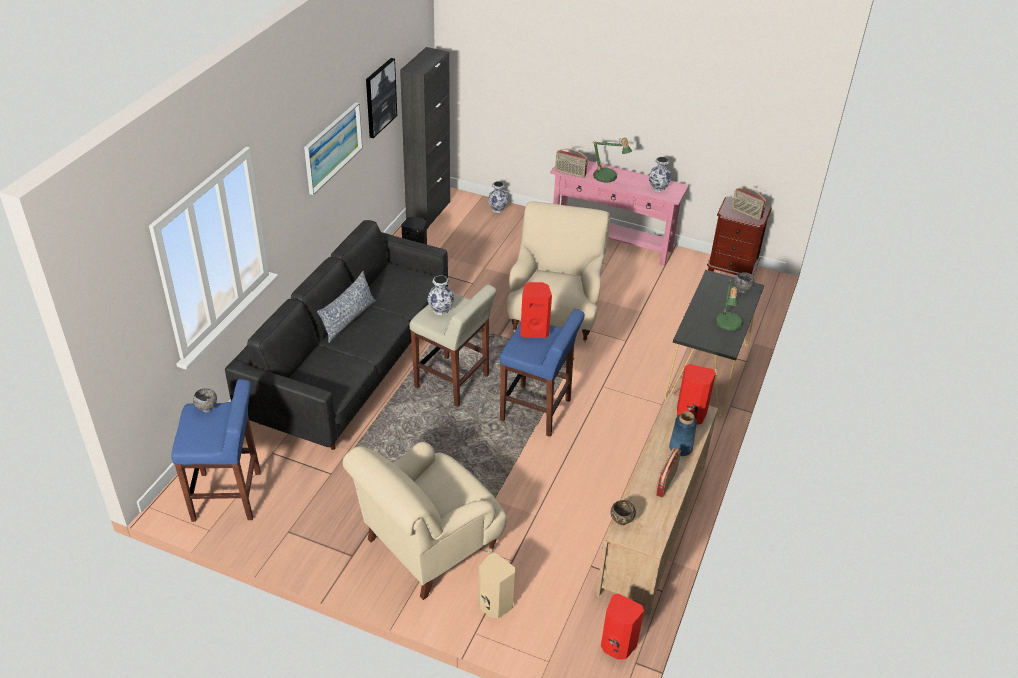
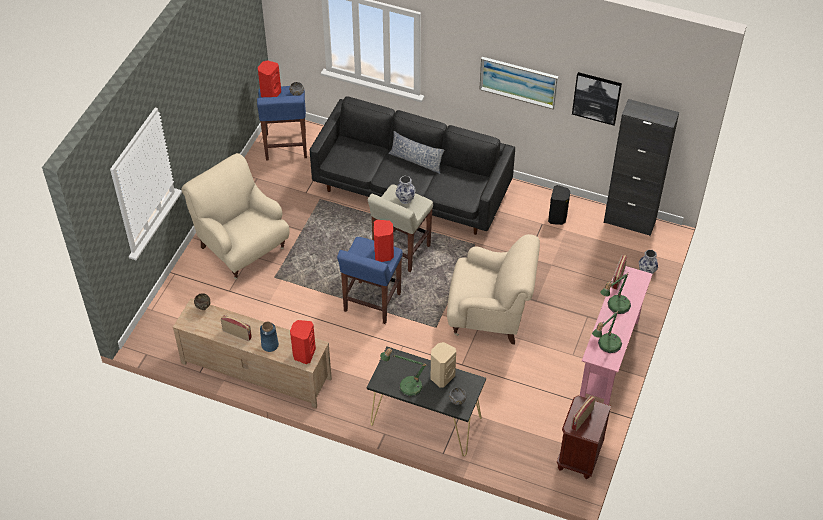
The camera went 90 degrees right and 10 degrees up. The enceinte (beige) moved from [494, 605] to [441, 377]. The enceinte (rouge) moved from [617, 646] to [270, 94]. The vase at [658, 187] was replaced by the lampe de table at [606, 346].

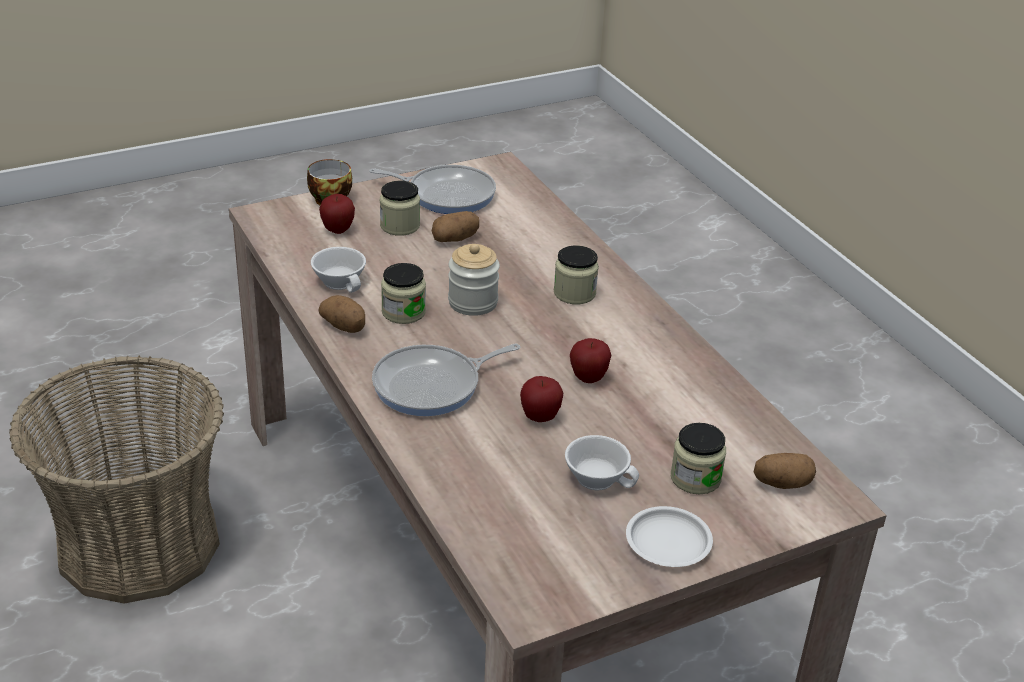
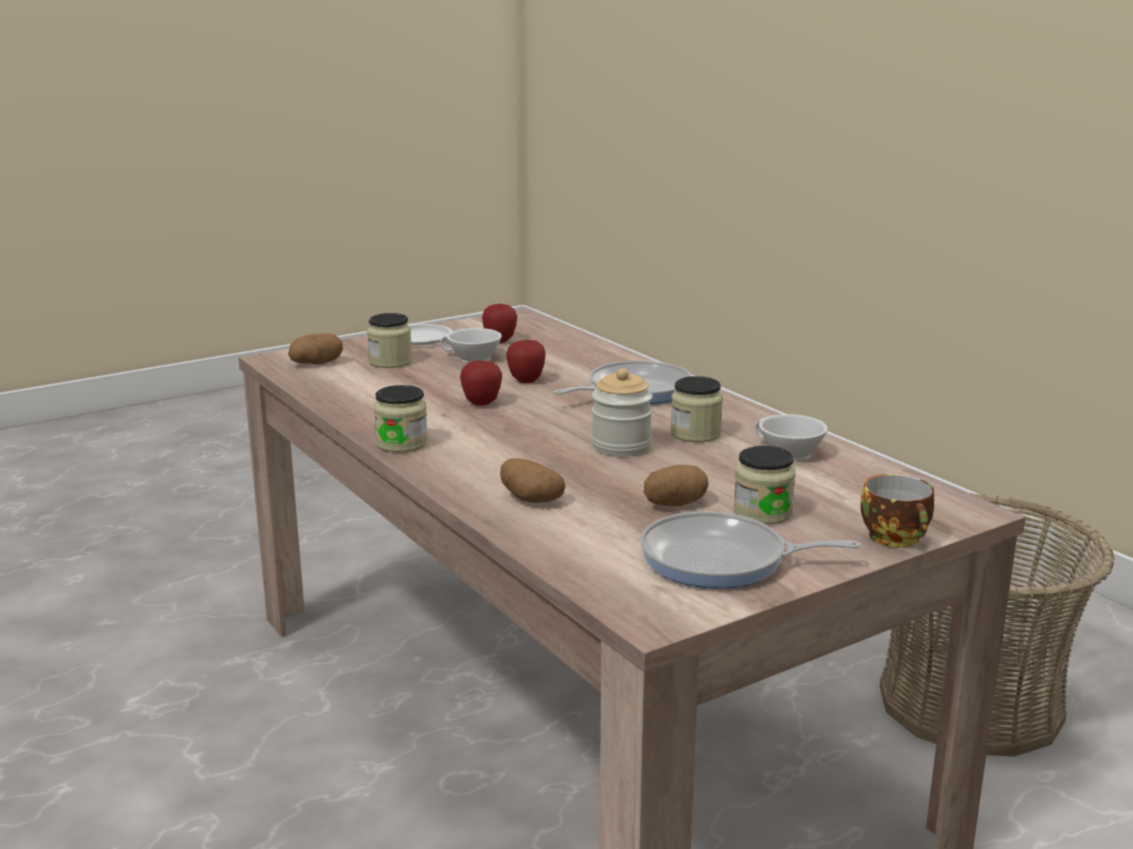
The camera went 175 degrees right and 15 degrees down. The pomme de terre moved from [344, 326] to [530, 499]. The pomme moved from [337, 230] to [500, 341]. The bocal moved from [574, 293] to [402, 444].

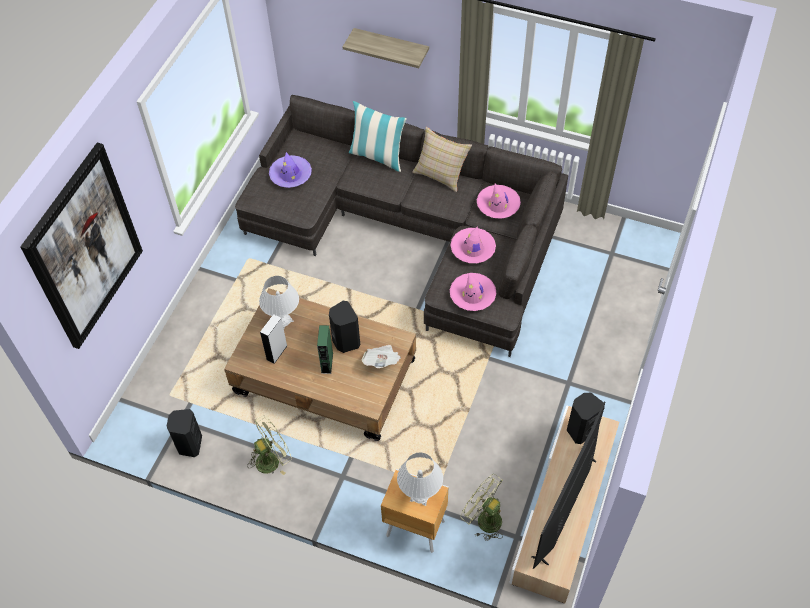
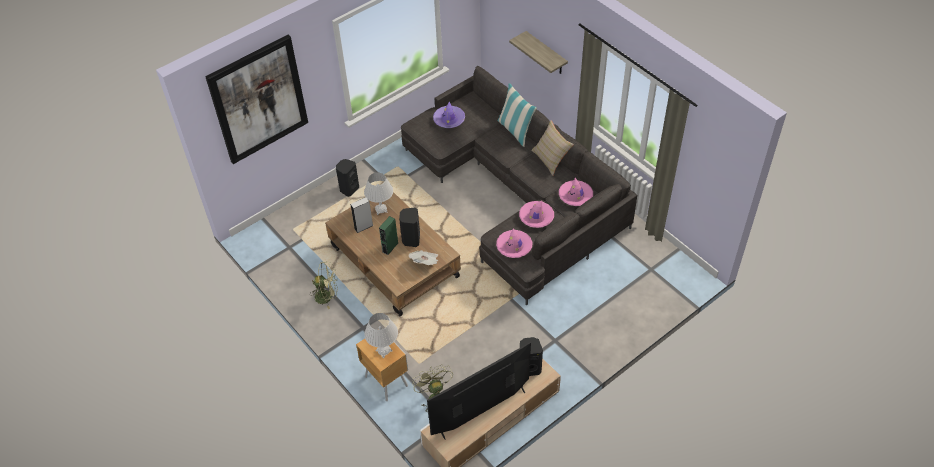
The camera went 30 degrees right and 5 degrees down. The enceinte (noir) moved from [189, 445] to [349, 189].

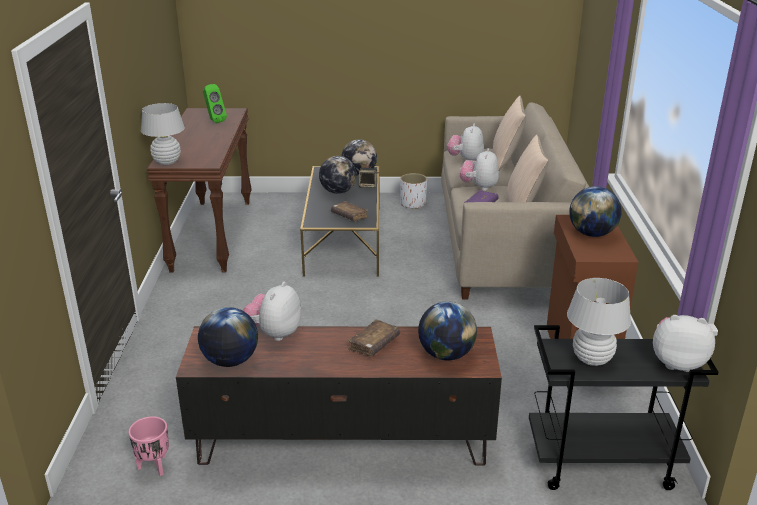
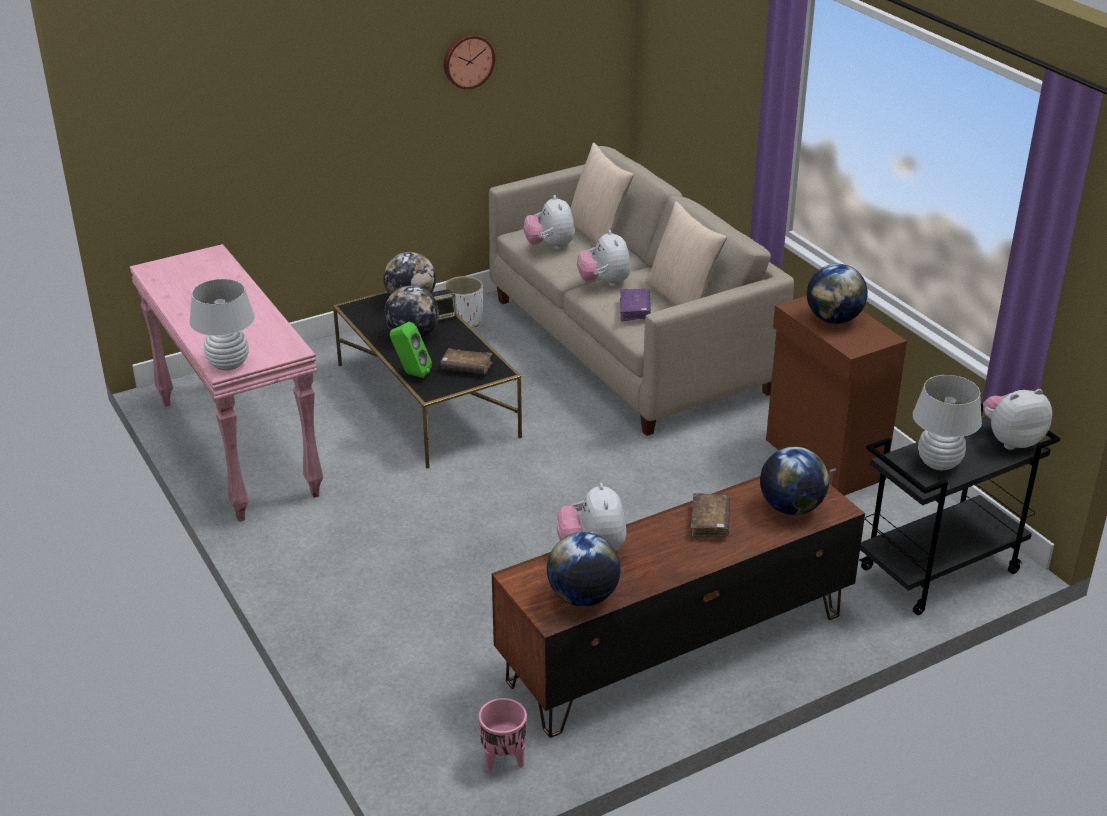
The camera went 30 degrees left and 5 degrees up. The table console (marron) at [211, 234] became the table console (rose) at [236, 448]. The enceinte (vert) moved from [214, 121] to [411, 374]. The horloge murale at [468, 60] appeared.

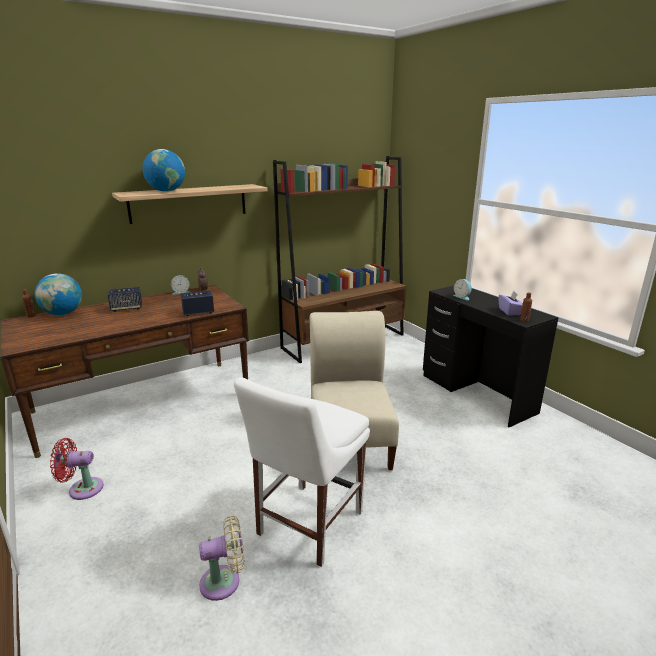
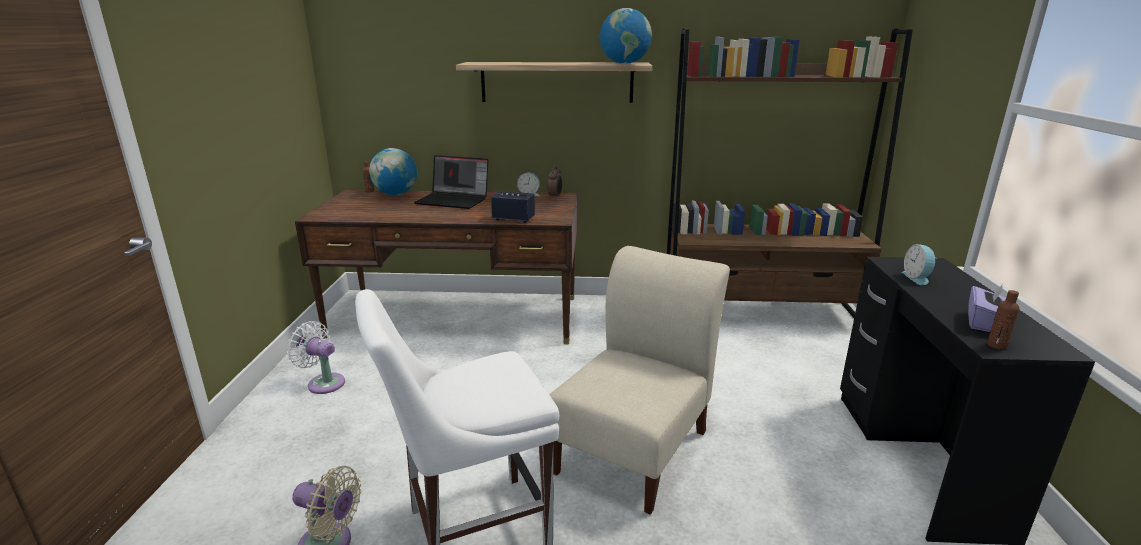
The camera went 35 degrees right and 0 degrees up. The ventilateur (rouge) at [82, 489] became the ventilateur (blanc) at [323, 382]. The enceinte at [127, 308] was replaced by the ordinateur portable at [454, 200]. The globe moved from [166, 191] to [624, 63].

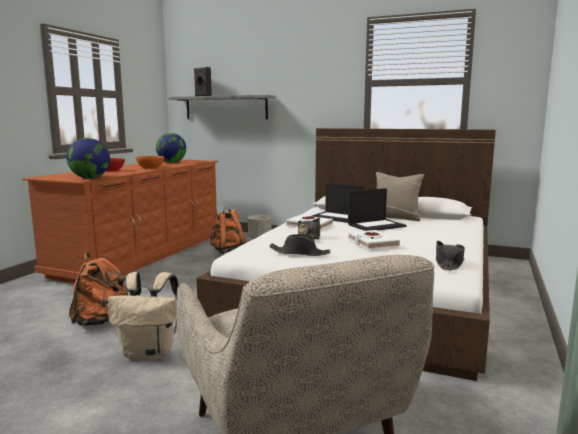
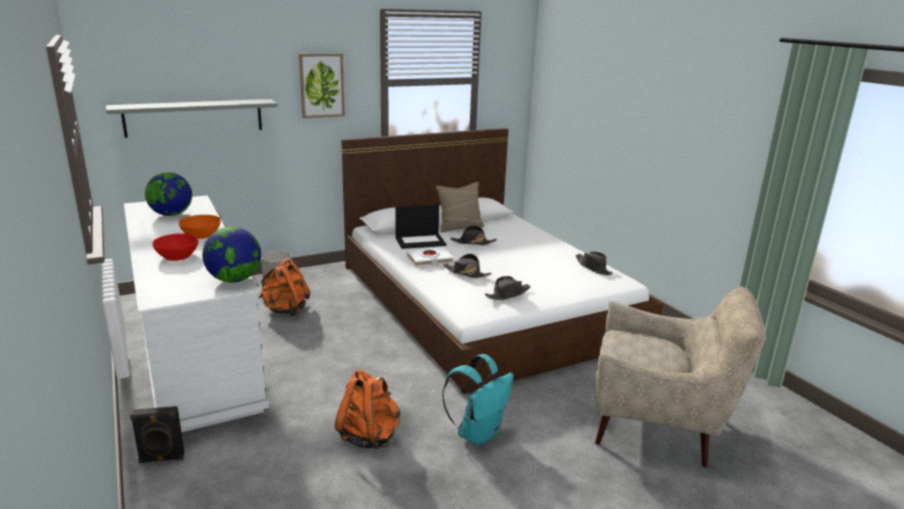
The camera went 50 degrees left and 10 degrees up. The commode (marron) at [143, 254] became the commode (blanc) at [196, 352]. The sac à dos (beige) at [150, 354] became the sac à dos (turquoise) at [478, 433]. The enceinte (noir) moved from [202, 96] to [161, 459]. The livre (blanc) at [372, 243] disappeared. The ordinateur portable at [376, 225] was replaced by the chapeau (noir) at [473, 242]. The tableau at [321, 85] appeared.

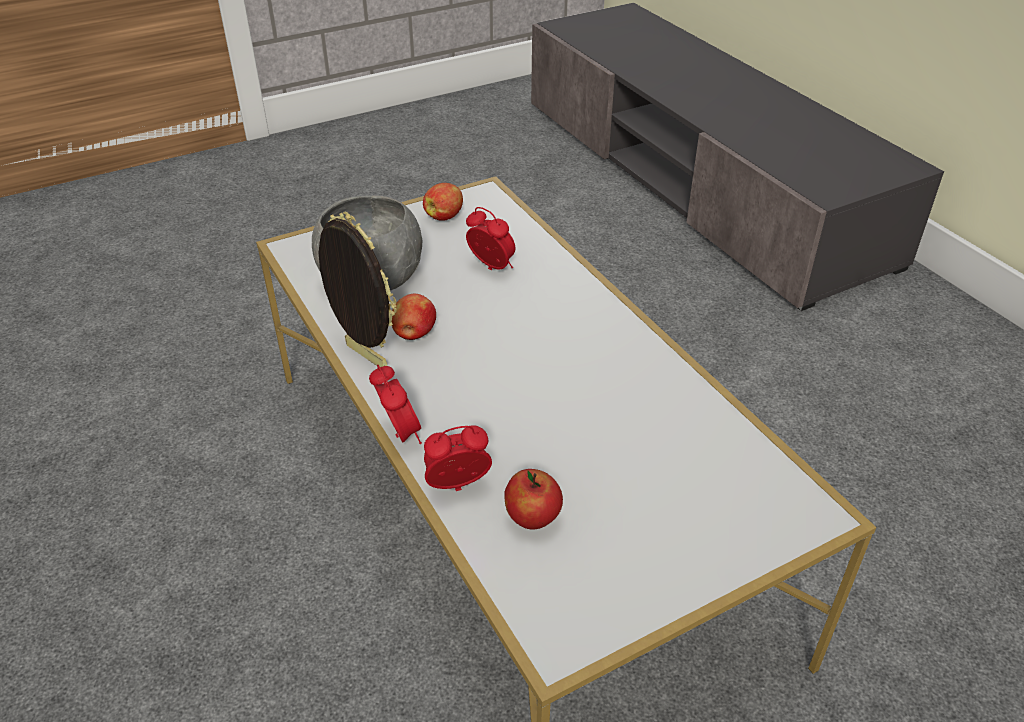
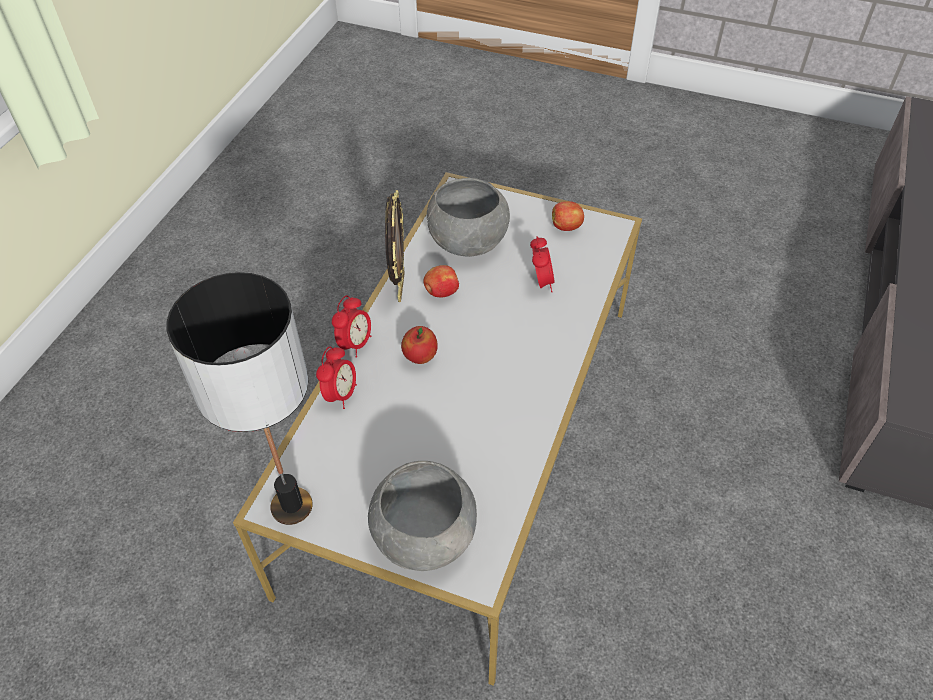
The camera went 50 degrees right and 10 degrees up. The réveil at [457, 487] turned 75 degrees clockwise. The pomme moved from [533, 518] to [420, 357]. The lampe de table at [291, 507] appeared. The bol (gris) at [424, 536] appeared.

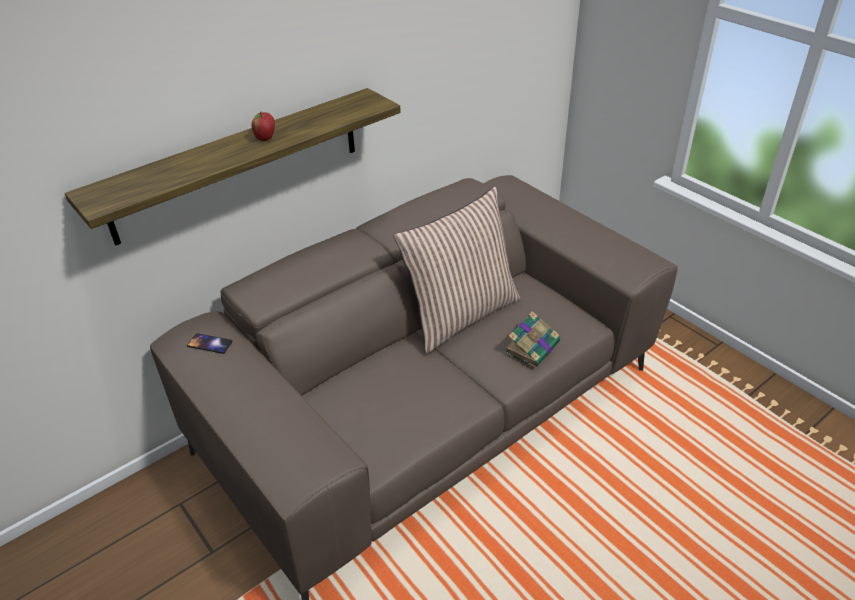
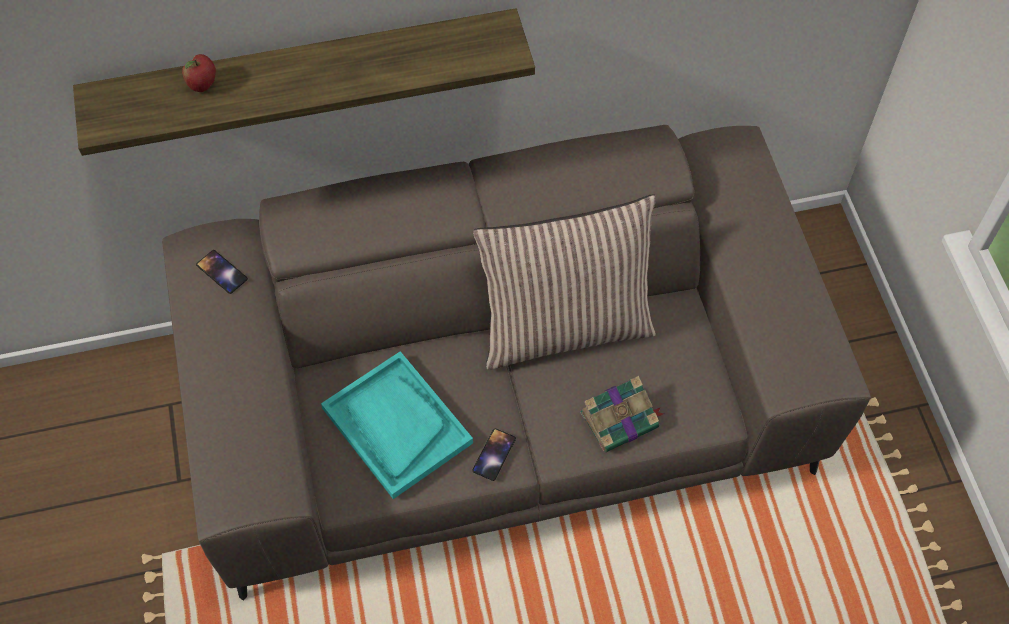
The camera went 25 degrees right and 20 degrees up. The pomme moved from [266, 138] to [203, 86]. The plateau (turquoise) at [396, 425] appeared. The téléphone at [494, 454] appeared.

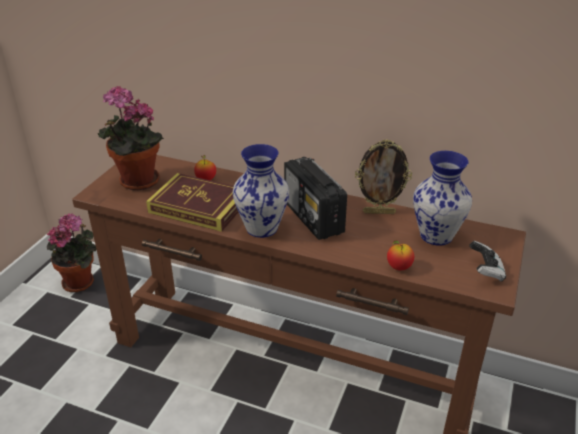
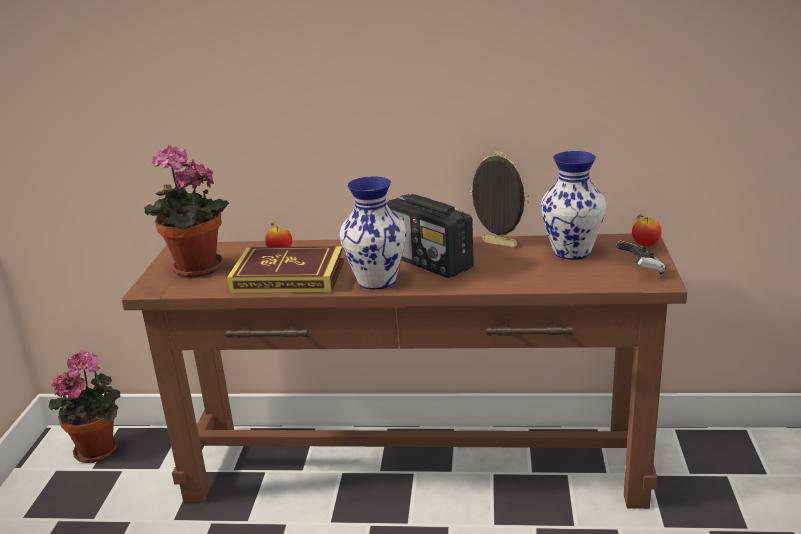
The camera went 15 degrees left and 10 degrees down. The cadre photo at [379, 212] turned 135 degrees counterclockwise. The pomme moved from [399, 267] to [645, 245].

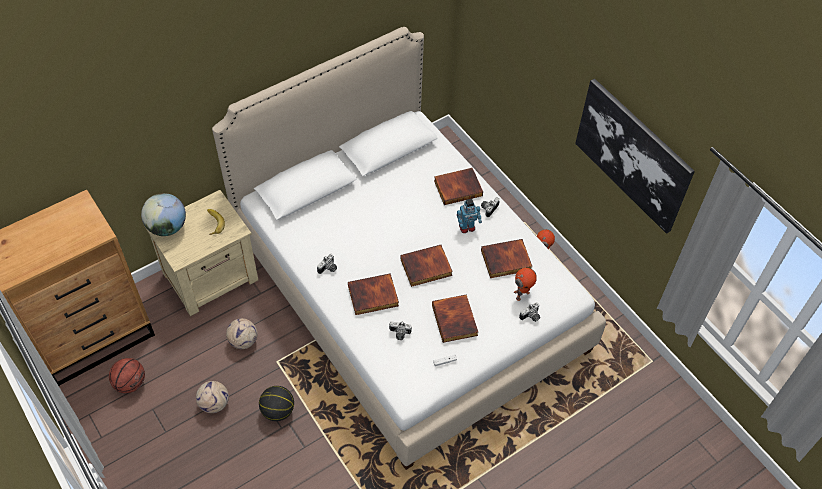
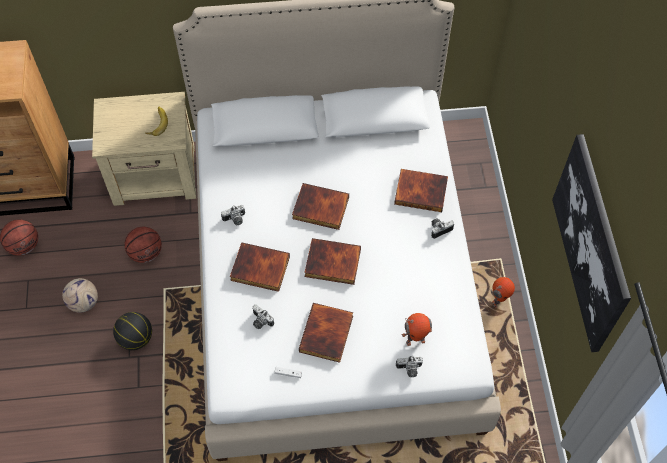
The camera went 30 degrees right and 5 degrees up. The globe at [167, 227] disappeared. The ballon de foot at [243, 341] was replaced by the ballon de basket at [146, 253]. The robot jouet at [467, 227] disappeared. The livre moved from [506, 261] to [320, 209].

